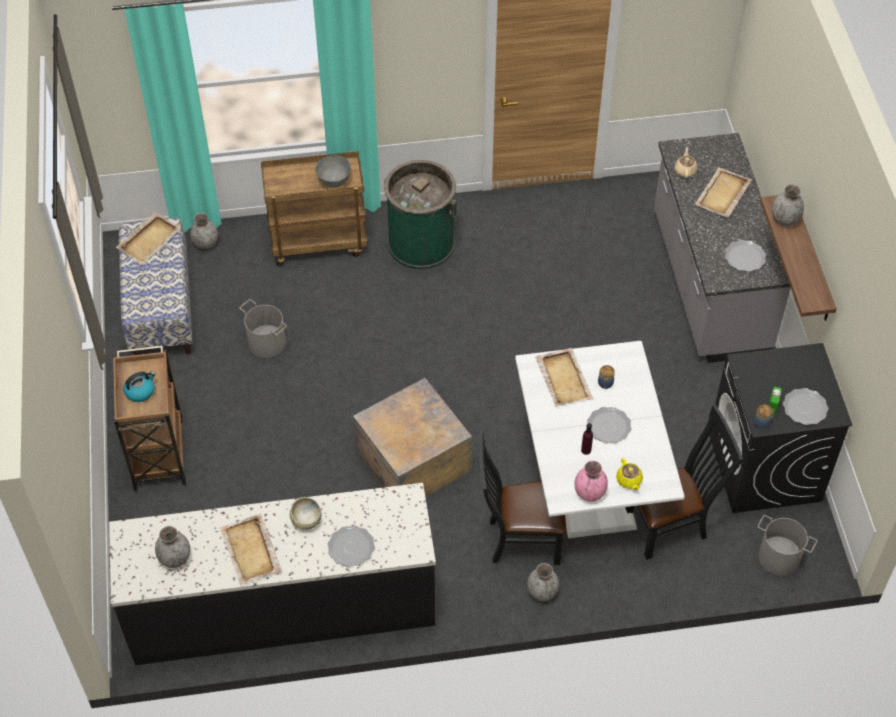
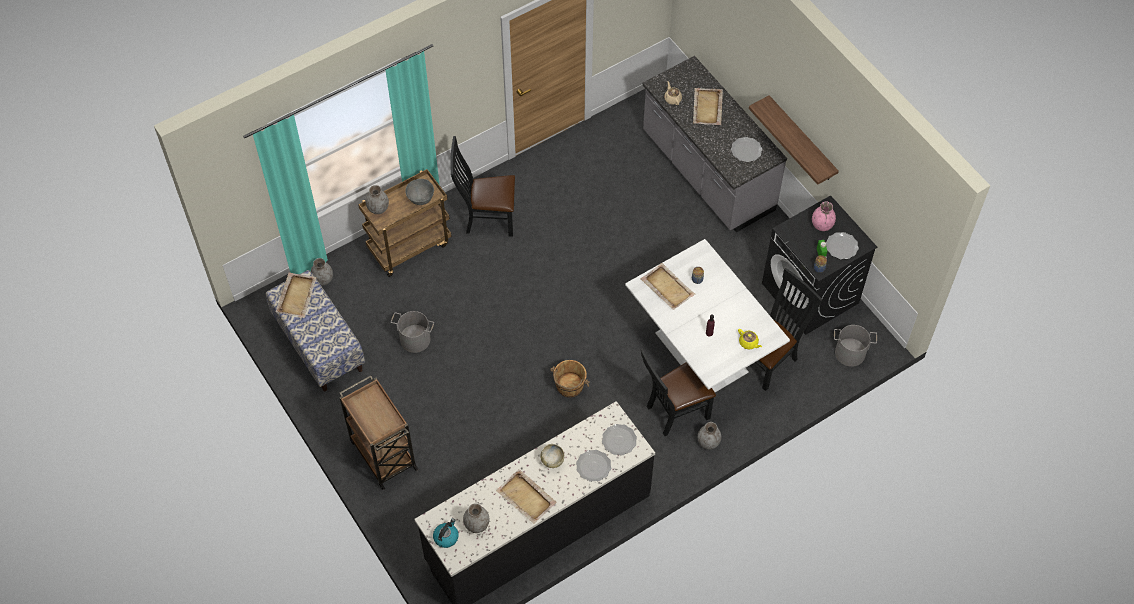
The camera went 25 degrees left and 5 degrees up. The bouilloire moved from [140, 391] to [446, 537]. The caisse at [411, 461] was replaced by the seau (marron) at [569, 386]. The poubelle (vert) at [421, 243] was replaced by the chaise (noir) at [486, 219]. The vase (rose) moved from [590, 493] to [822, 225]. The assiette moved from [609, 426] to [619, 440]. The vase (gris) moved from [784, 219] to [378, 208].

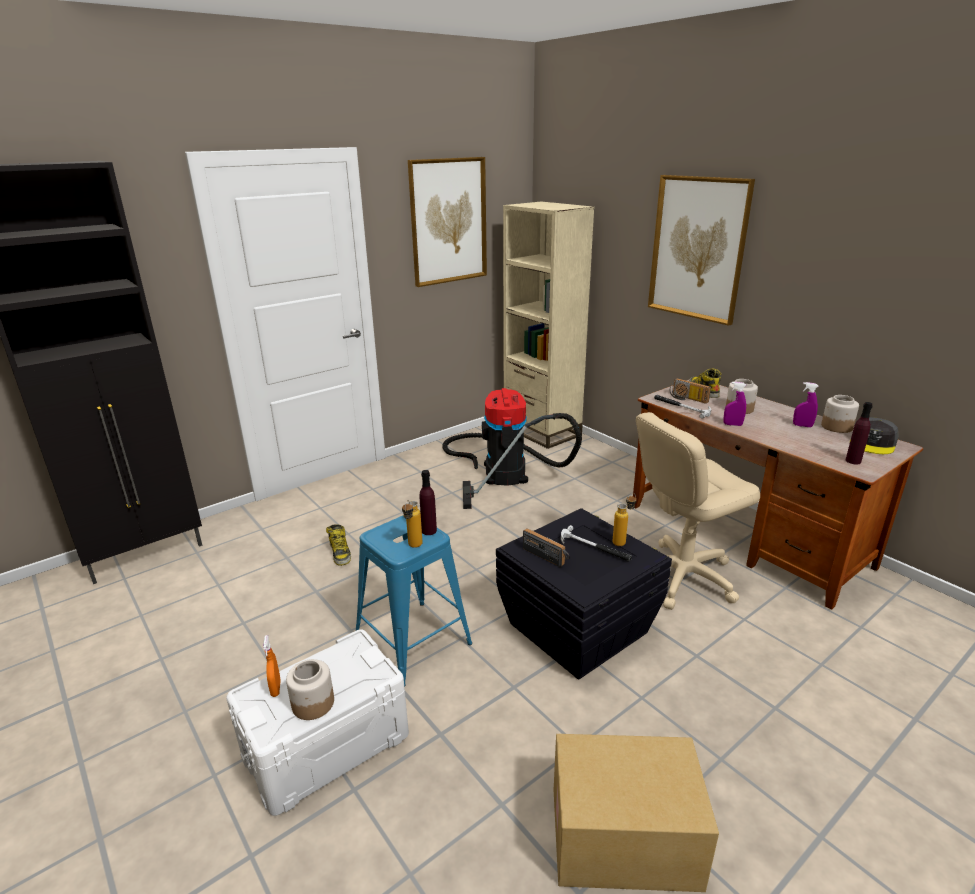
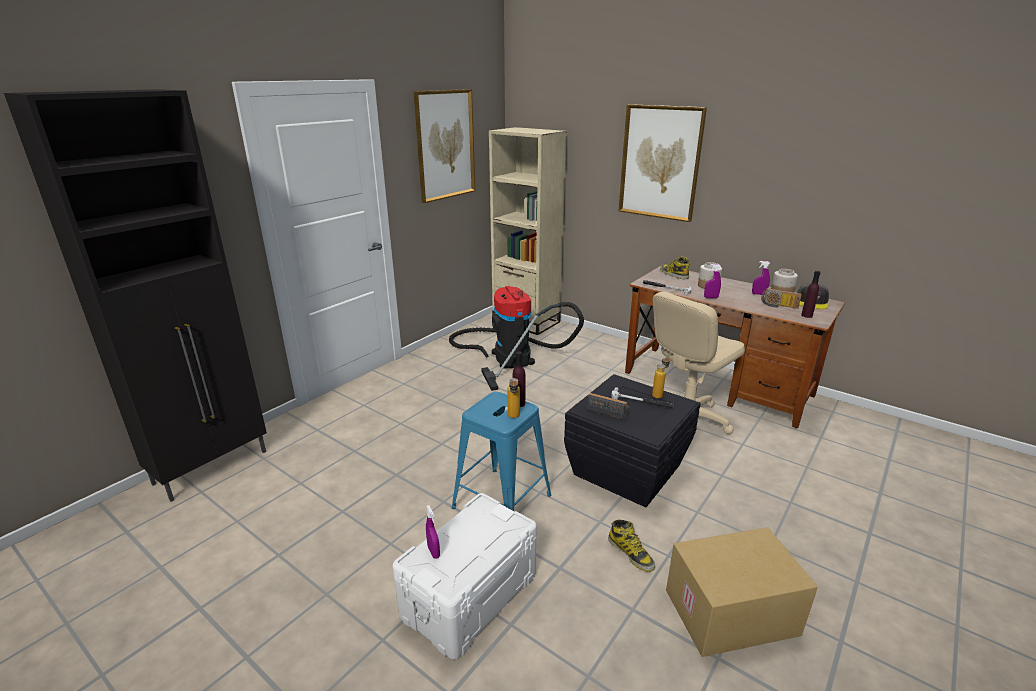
The camera went 15 degrees left and 0 degrees up. The vaporisateur (orange) at [276, 688] became the vaporisateur (violet) at [433, 552]. The bocal at [312, 703] disappeared. The botte moved from [340, 553] to [631, 553]. The radio moved from [687, 399] to [778, 306].

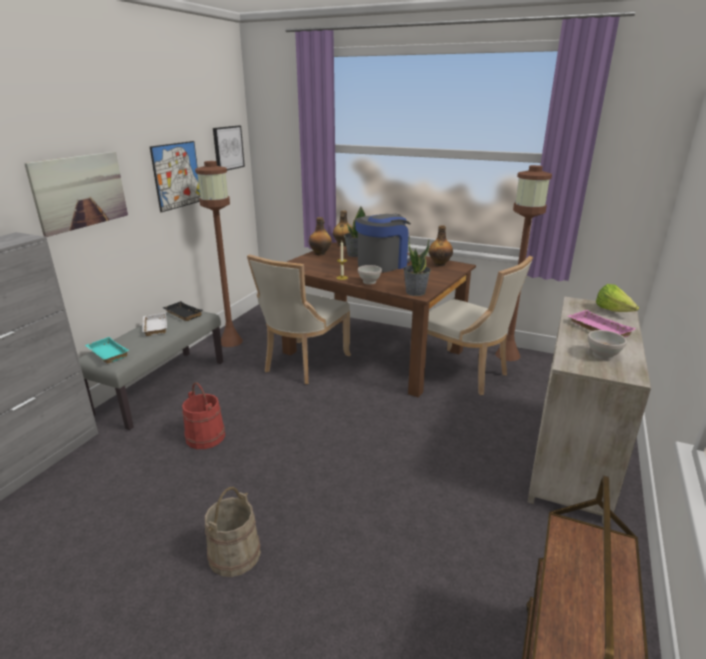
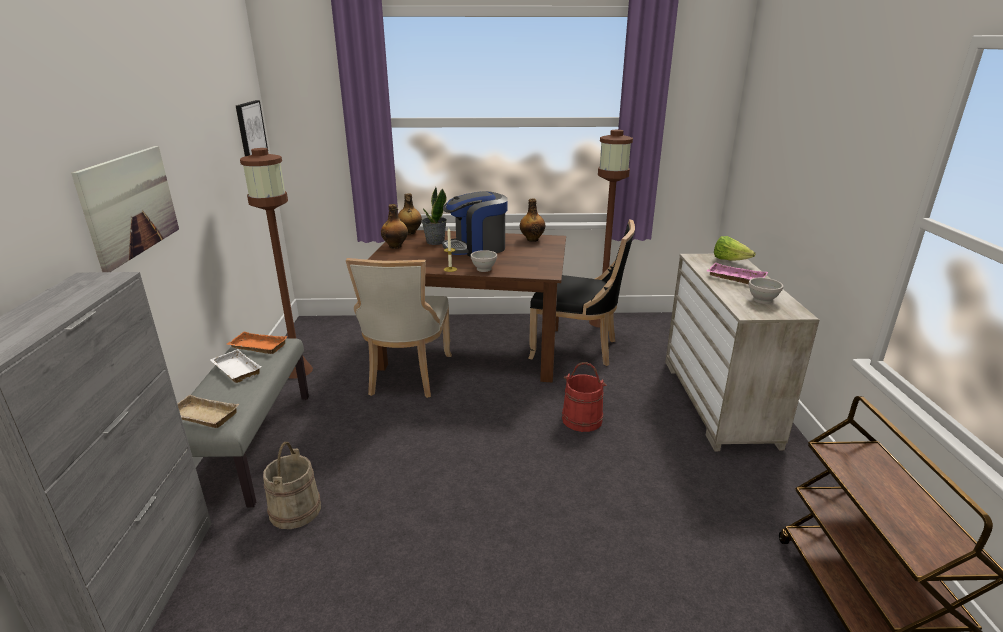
The camera went 25 degrees left and 0 degrees up. The plateau (turquoise) at [106, 353] became the plateau (beige) at [201, 416]. The tableau at [177, 175] disappeared. The plateau (noir) at [182, 314] became the plateau (orange) at [256, 347]. The seau (rouge) moved from [206, 437] to [582, 419]. The seau (beige) moved from [234, 554] to [295, 510]. The machine à café at [383, 264] turned 135 degrees counterclockwise. The plante en pot at [415, 292] disappeared. The chaise (beige) at [465, 373] became the chaise (noir) at [577, 348].

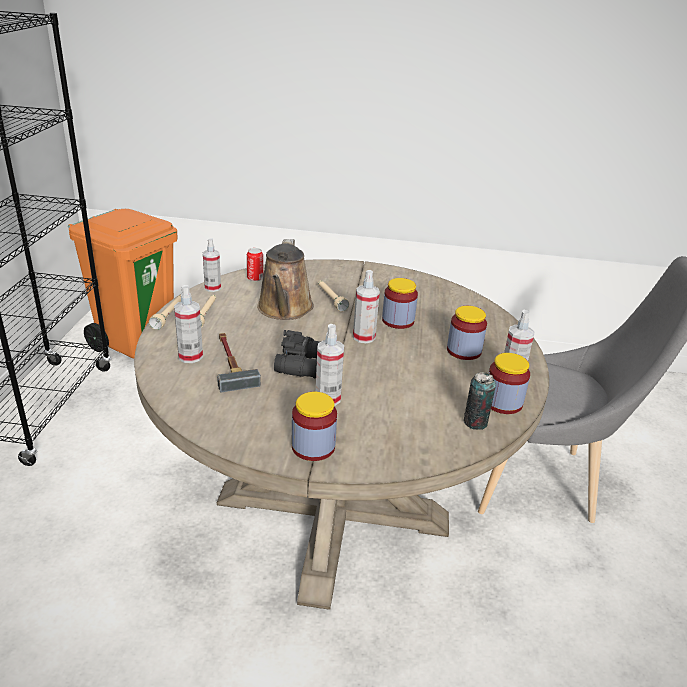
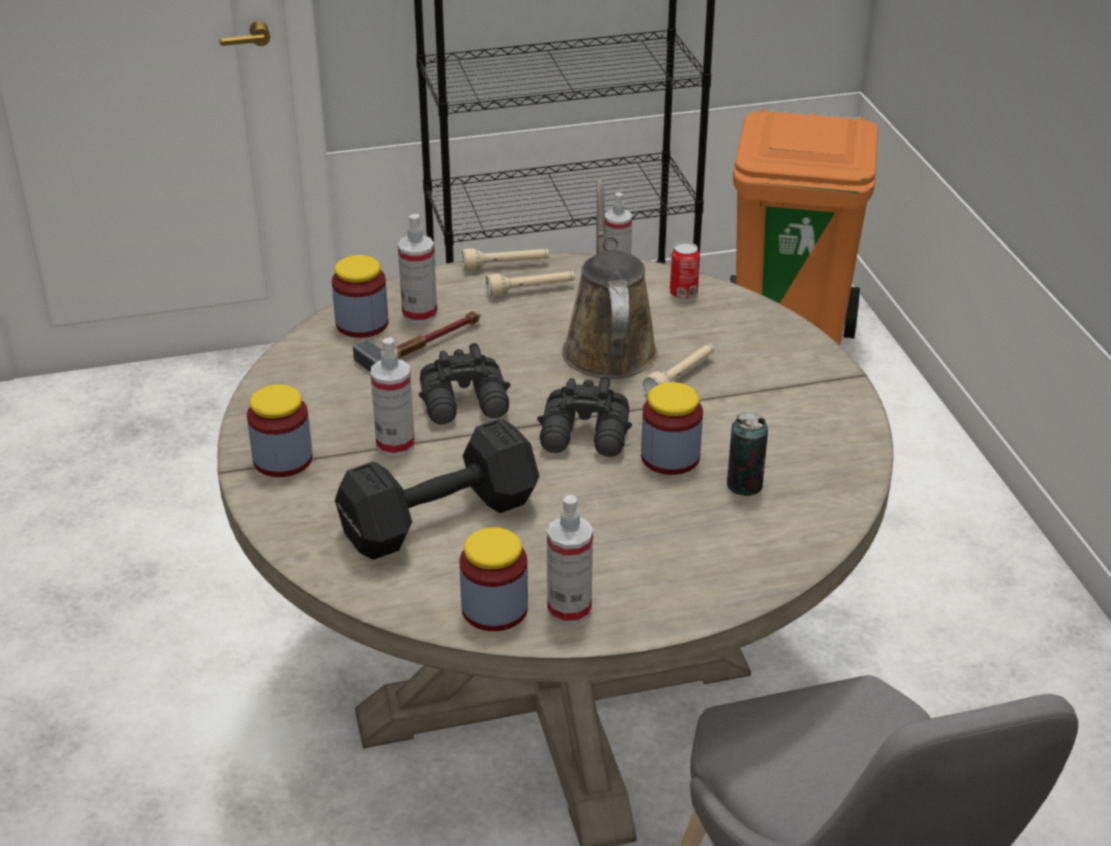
The camera went 70 degrees right and 5 degrees up. The arrosoir (marron) at [284, 309] turned 105 degrees clockwise. The vaporisateur at [364, 337] was replaced by the jumelles (noir) at [586, 436]. The bocal moved from [464, 351] to [362, 323]. The boîte métallique moved from [475, 422] to [744, 485]. The haltère (noir) at [444, 518] appeared.

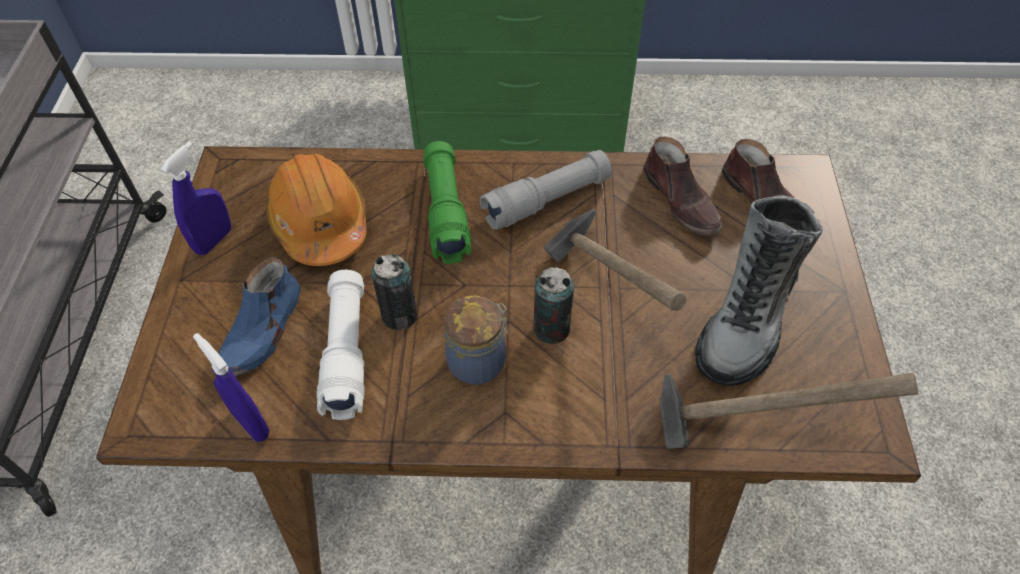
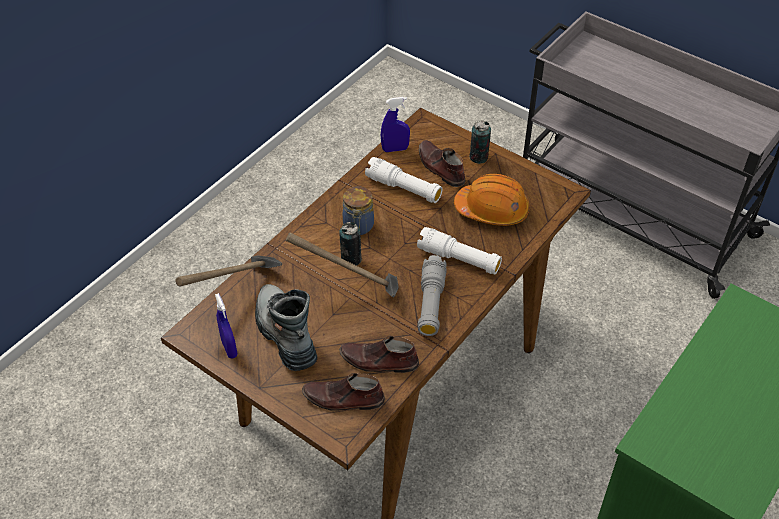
The camera went 125 degrees right and 5 degrees down. The vaporisateur (bleu) moved from [214, 240] to [229, 348]. The chaussure (bleu) at [262, 331] became the chaussure (marron) at [440, 168]. The boîte métallique moved from [399, 315] to [478, 157]. The lampe de poche (vert) at [446, 212] became the lampe de poche (blanc) at [459, 259].

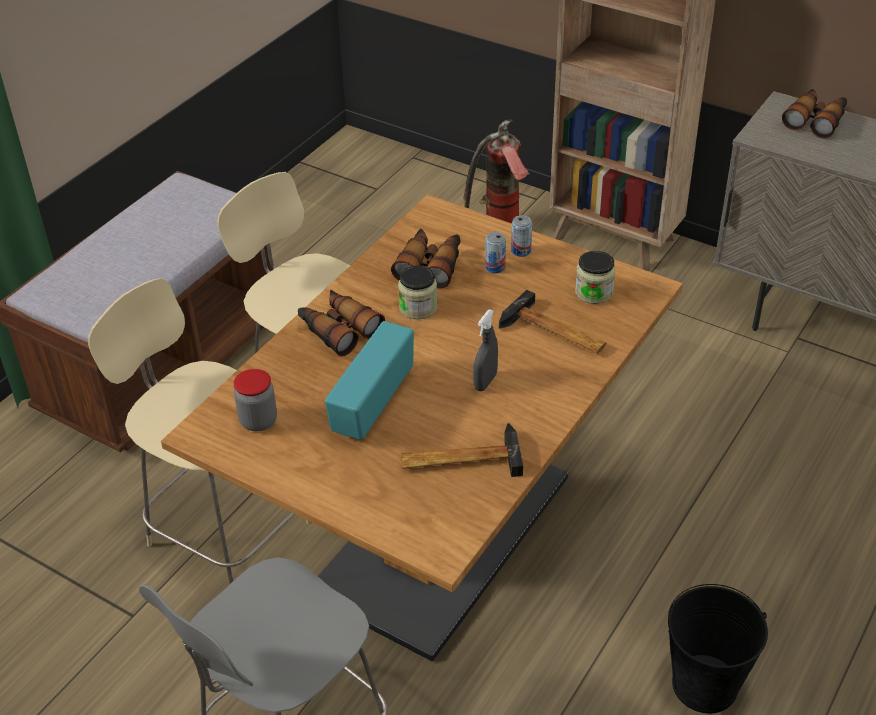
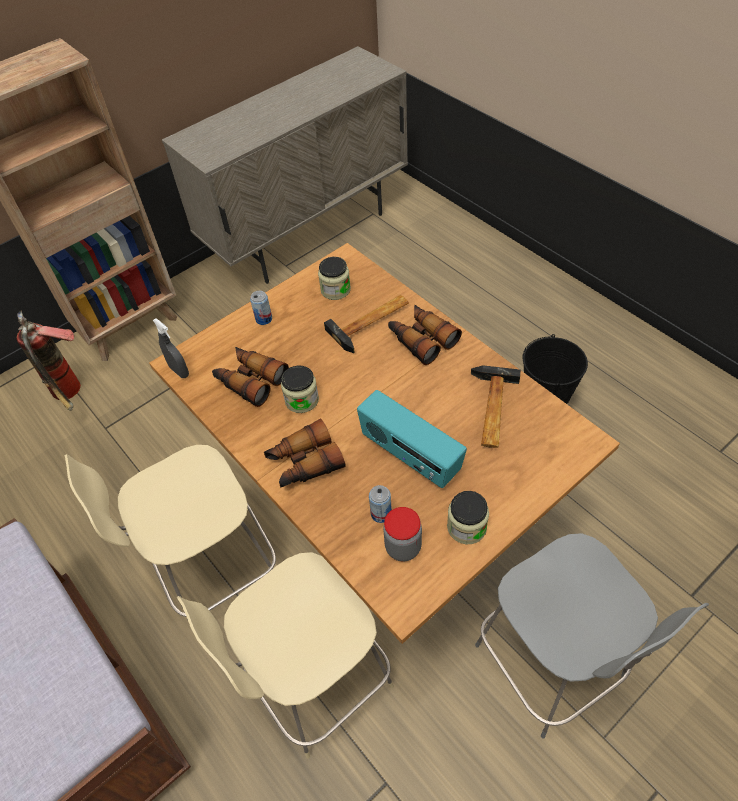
The camera went 70 degrees left and 10 degrees up. The vaporisateur (gris) moved from [485, 382] to [179, 371]. The boîte métallique moved from [495, 267] to [381, 514]. The jumelles moved from [815, 120] to [421, 339]. The bocal at [466, 527] appeared.

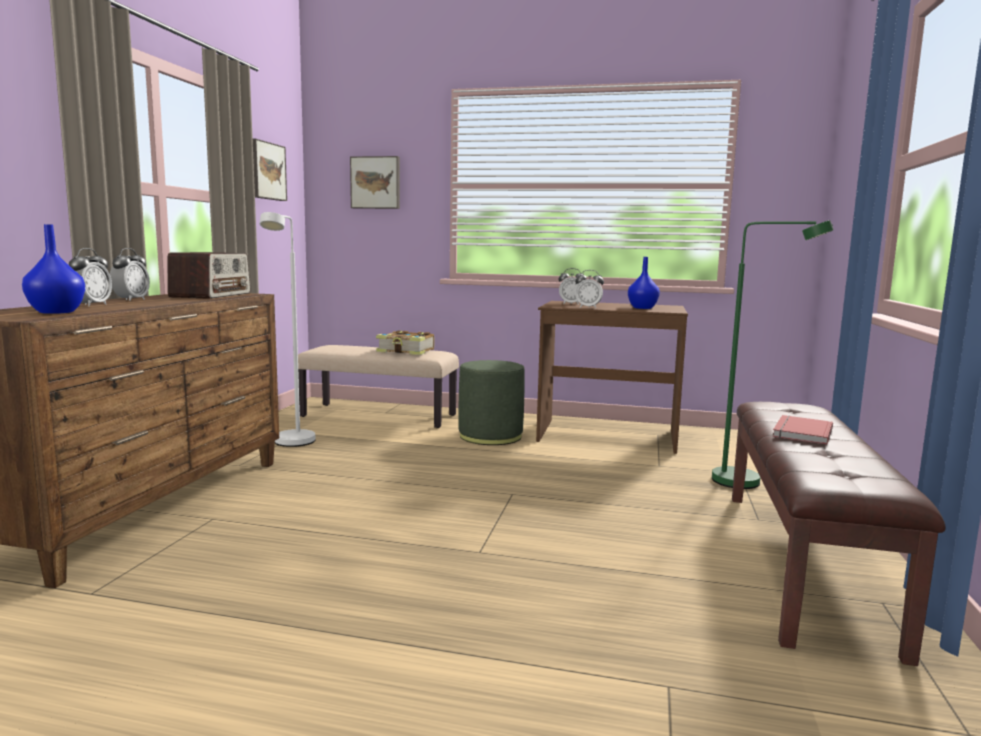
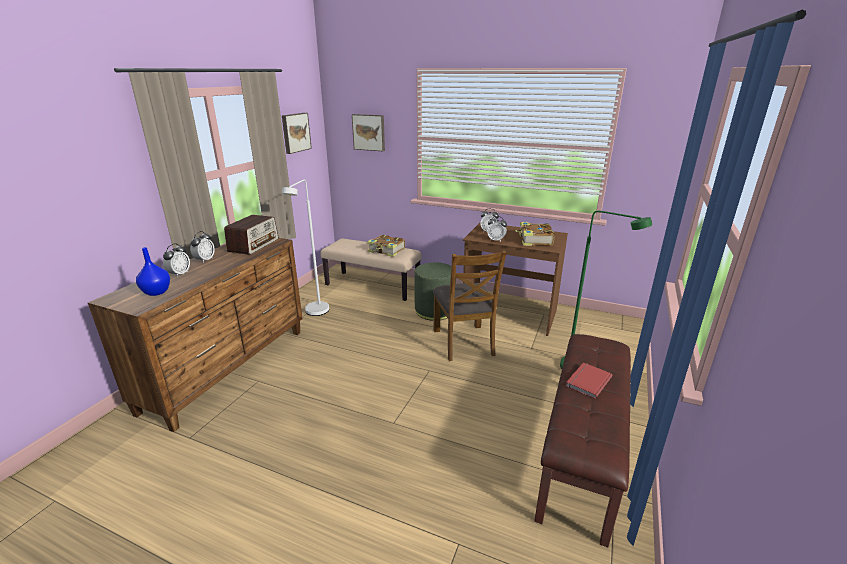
The camera went 10 degrees right and 15 degrees up. The vase (bleu) at [643, 308] was replaced by the livre at [534, 240]. The chaise (marron) at [464, 342] appeared.

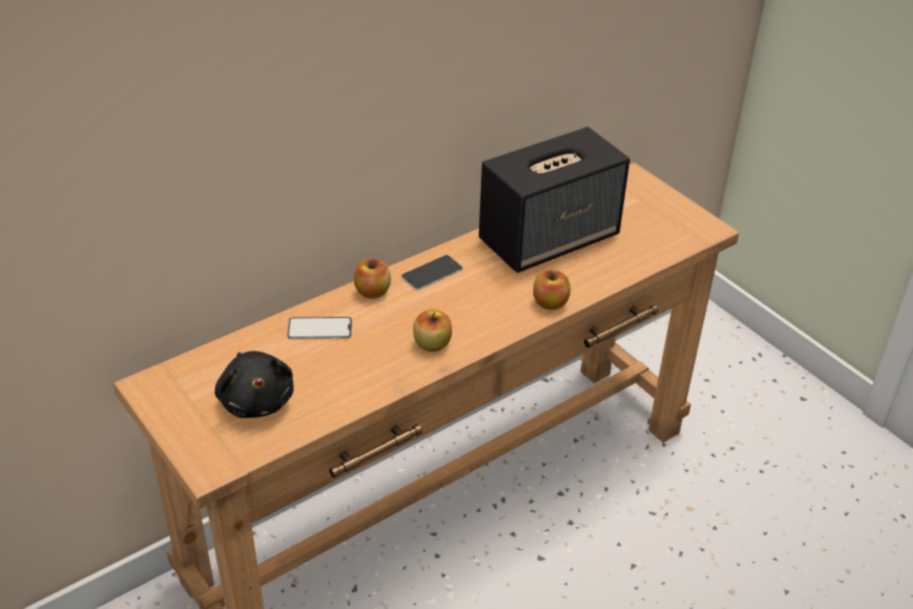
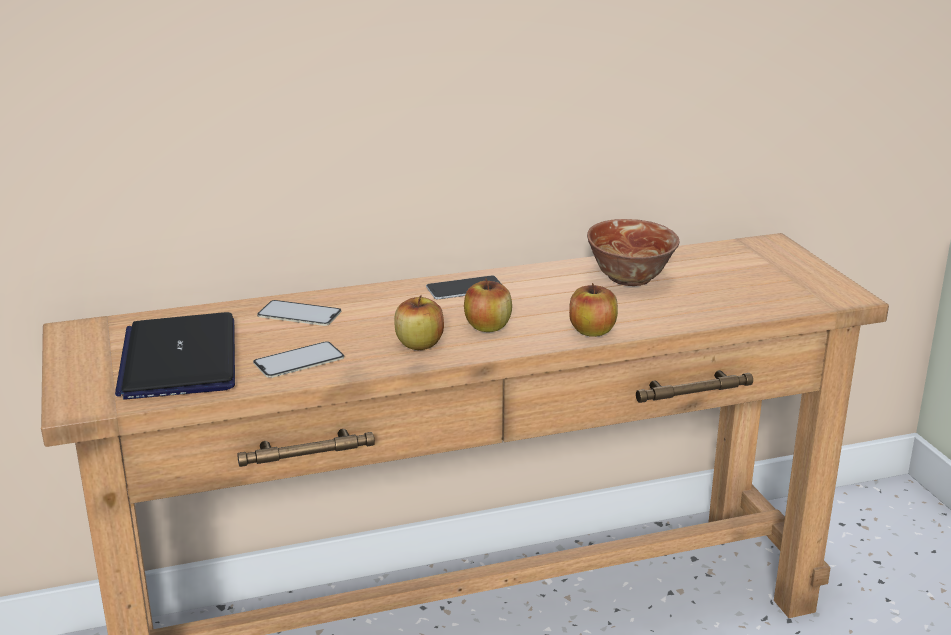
The camera went 20 degrees right and 15 degrees down. The peluche (noir) at [256, 400] was replaced by the ordinateur portable at [179, 359]. The pomme moved from [372, 292] to [487, 326]. The enceinte at [550, 238] was replaced by the bol at [630, 279]. The téléphone at [299, 360] appeared.

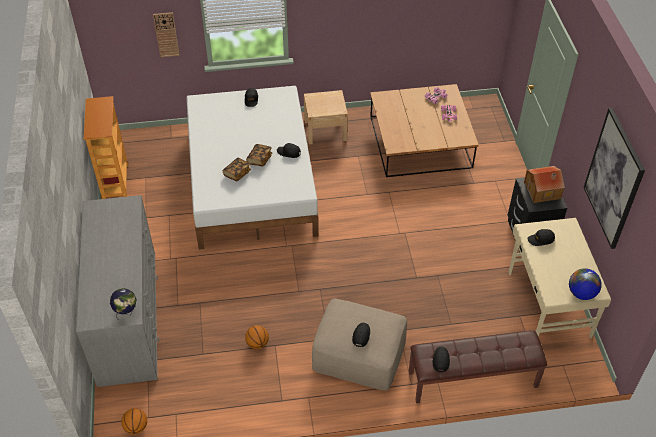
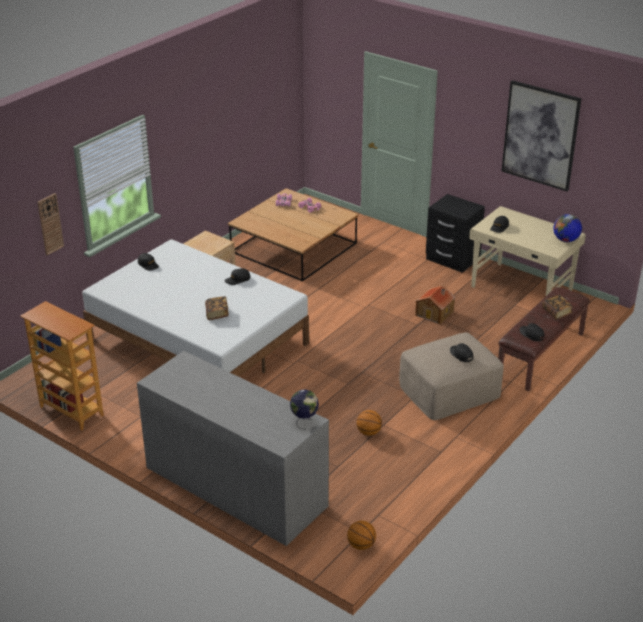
The camera went 45 degrees left and 15 degrees down. The livre moved from [259, 159] to [557, 312]. The maison miniature moved from [543, 191] to [435, 313].

